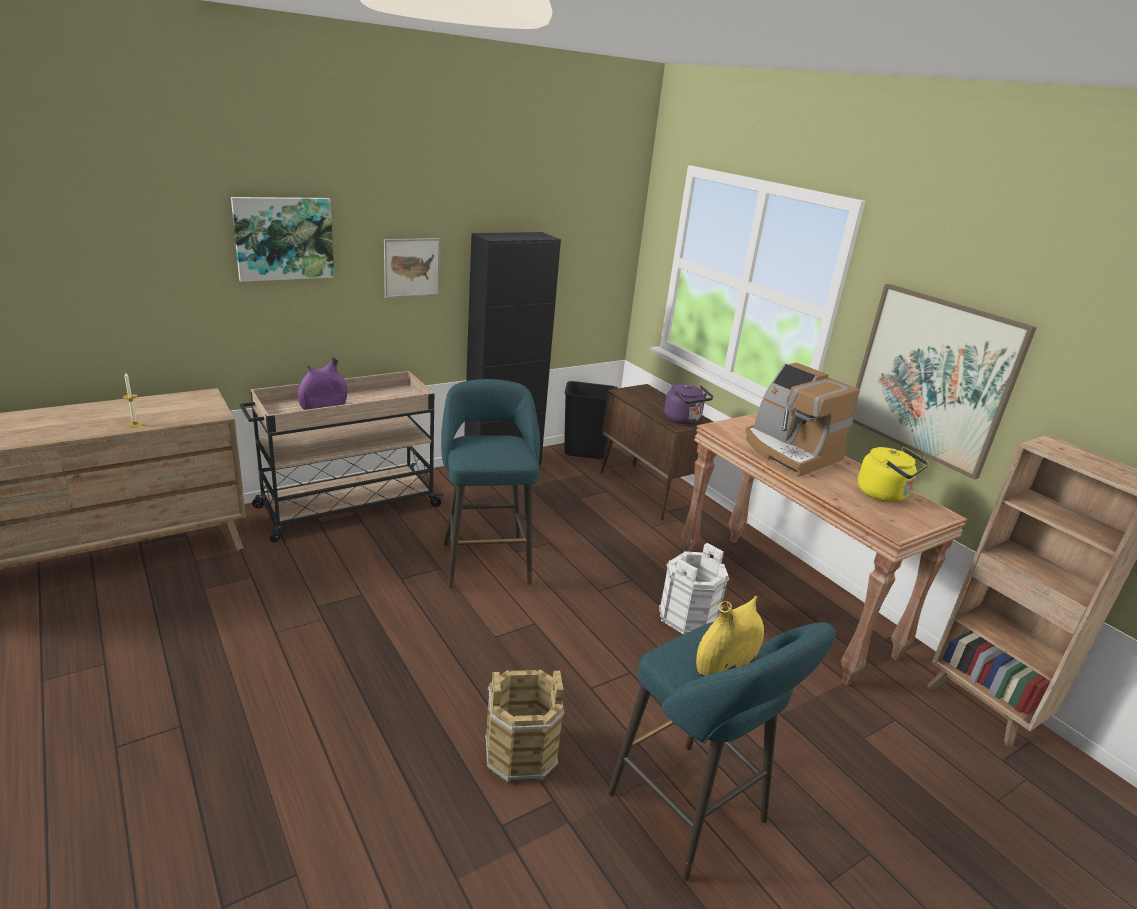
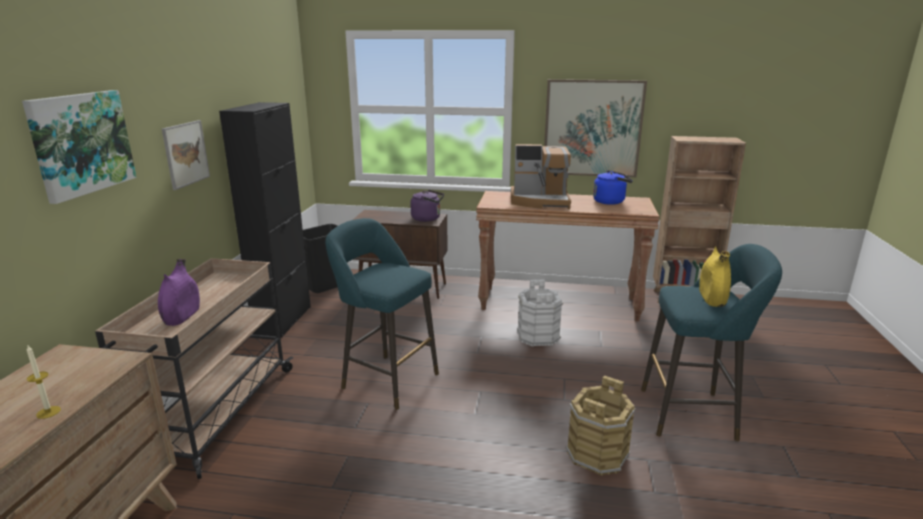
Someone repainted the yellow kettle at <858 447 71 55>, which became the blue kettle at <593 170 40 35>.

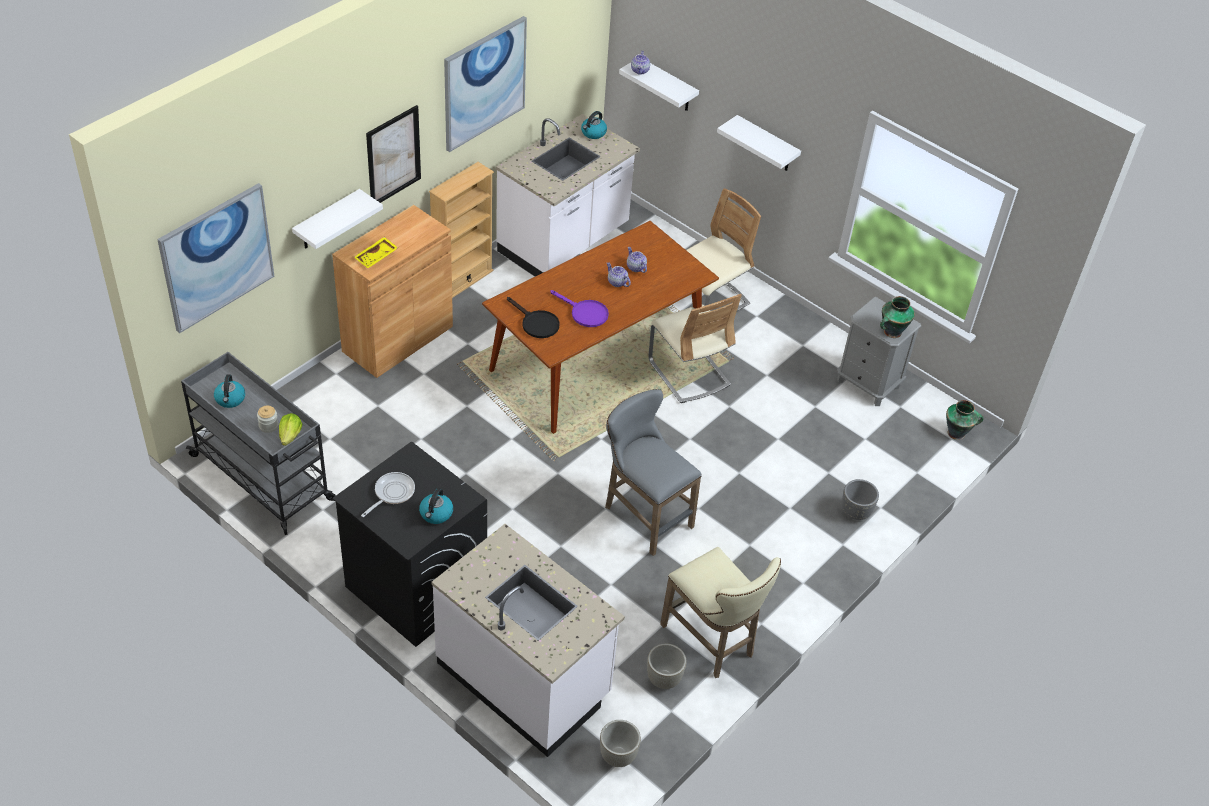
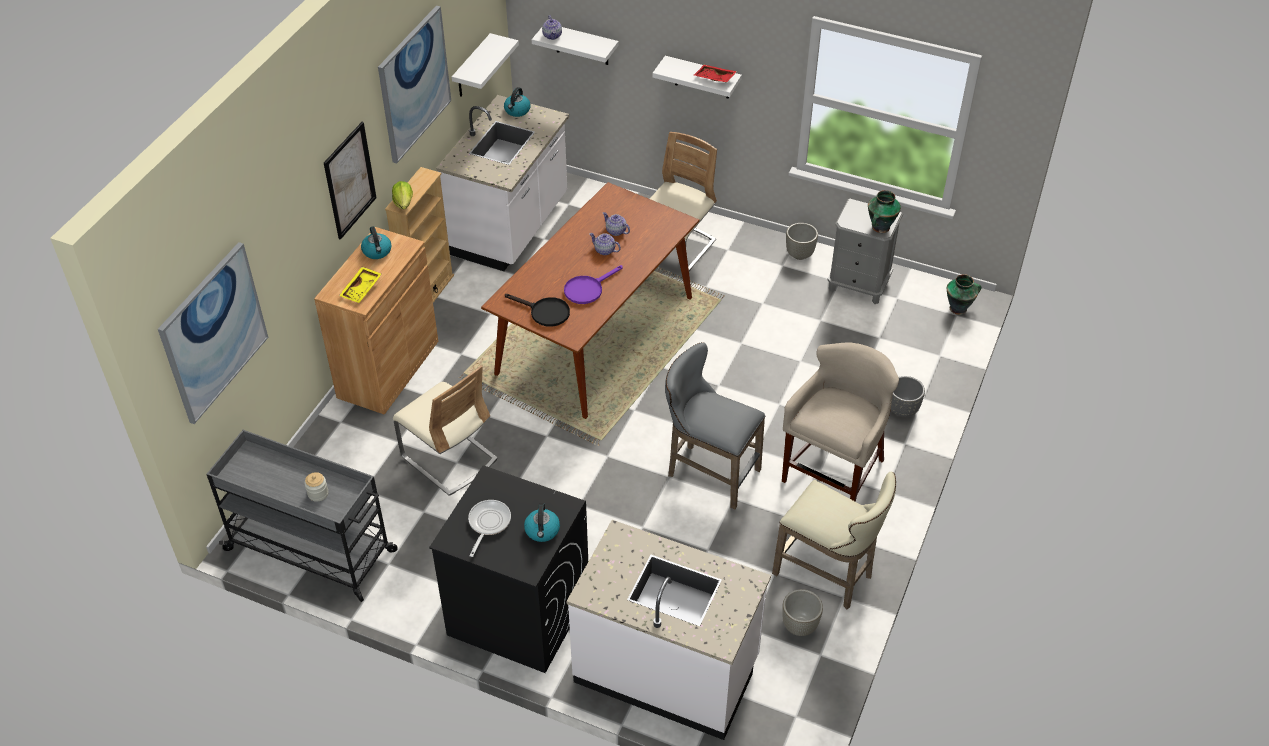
Someone carried the kettle from <214 374 31 34> to <361 226 31 33>.
Someone carried the lettuce from <279 413 23 33> to <392 181 21 28>.
Someone carried the white shelf from <292 189 91 60> to <452 33 67 64>.
Someone rotated the purple frying pan at <551 290 58 37> by 120 degrees clockwise.
Someone carried the grey planter from <600 720 41 47> to <786 223 32 37>.
Someone carried the beige chair from <648 294 94 109> to <393 366 105 130>.
Someone put down the red tray at <694 65 43 17>.
Someone put down the beige stool at <782 343 117 159>.

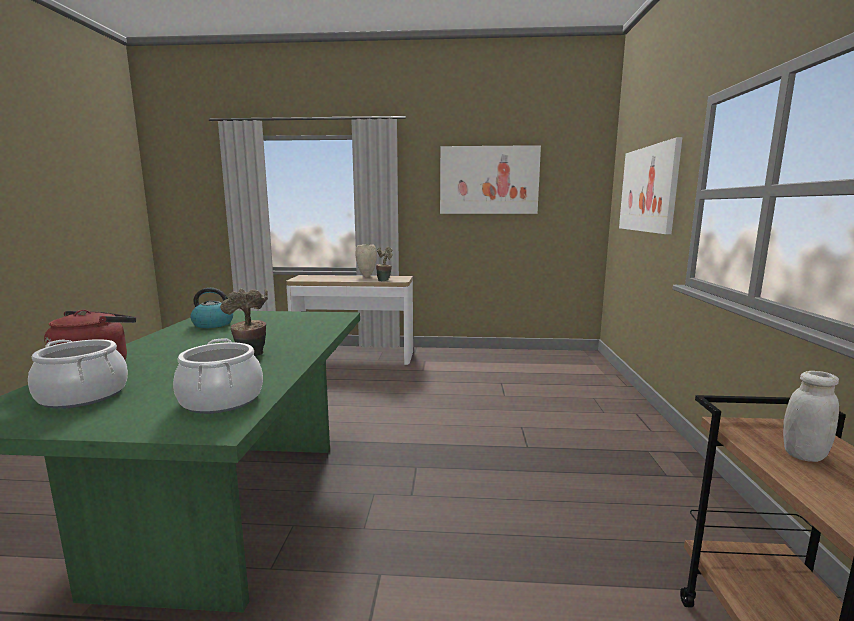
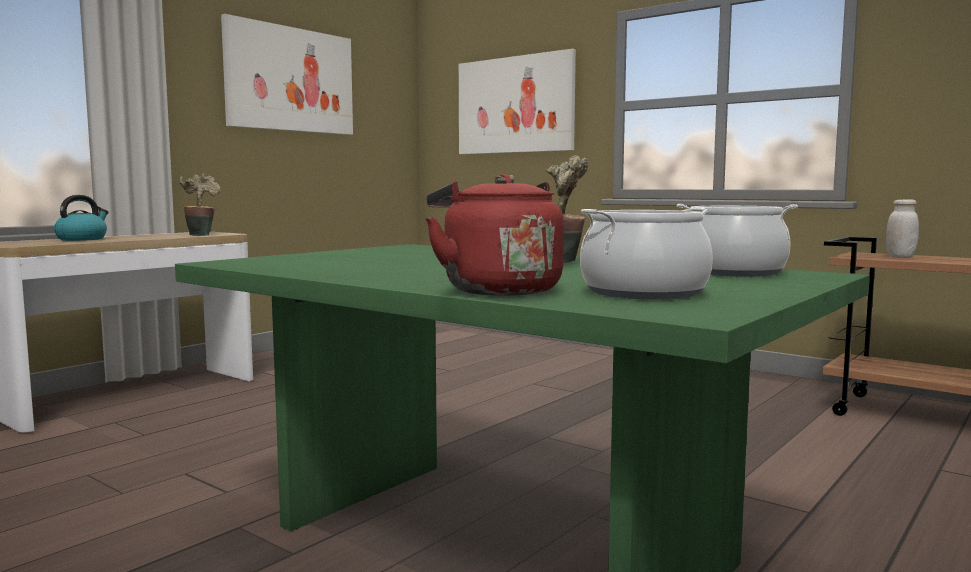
Someone carried the kettle from <190 288 43 40> to <54 195 54 46>.
Someone took away the beige vase at <355 244 22 33>.

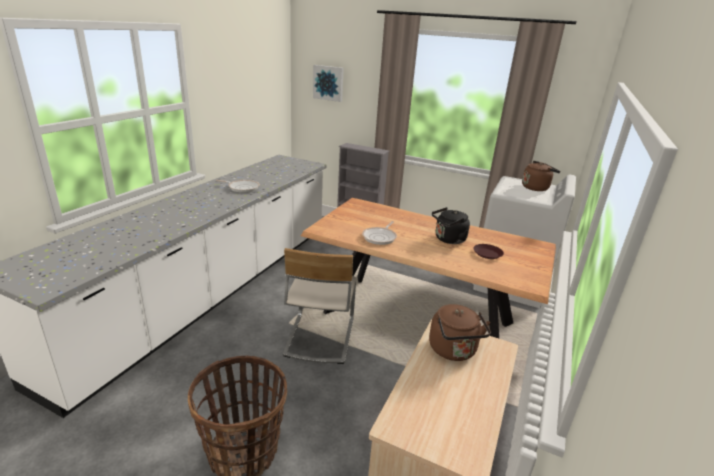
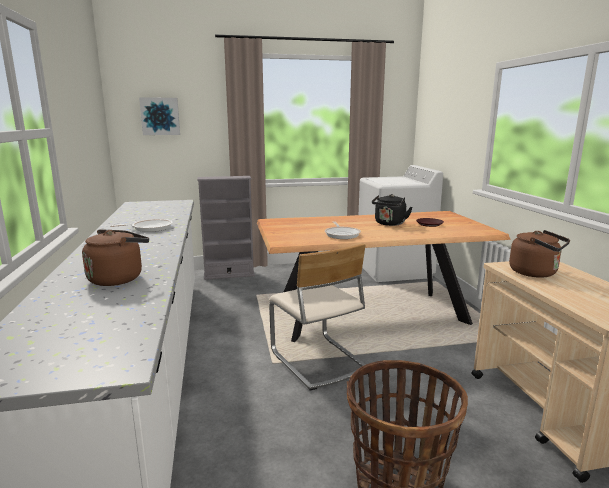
Someone carried the brown kettle from <522 161 39 30> to <82 230 67 56>.

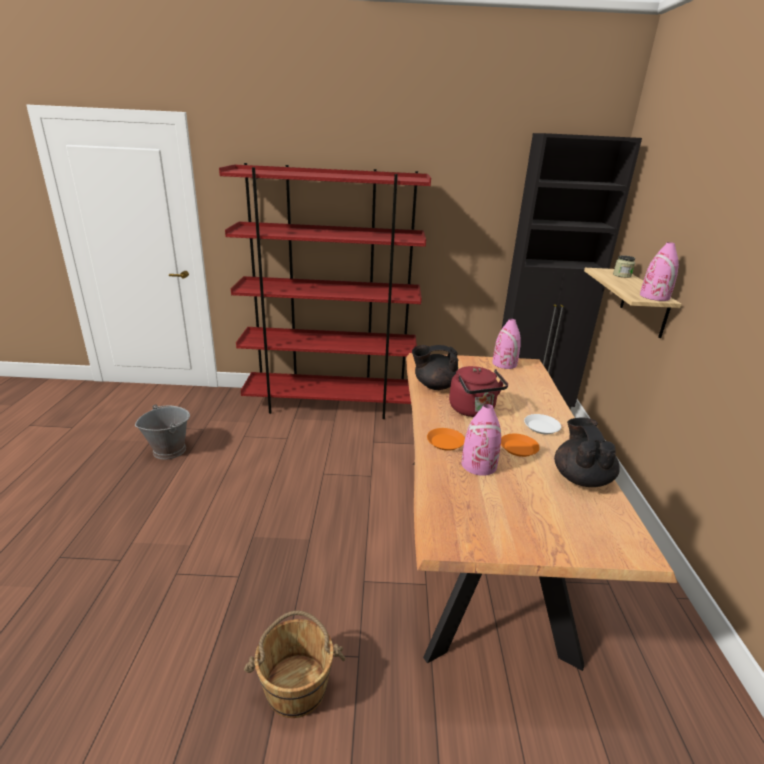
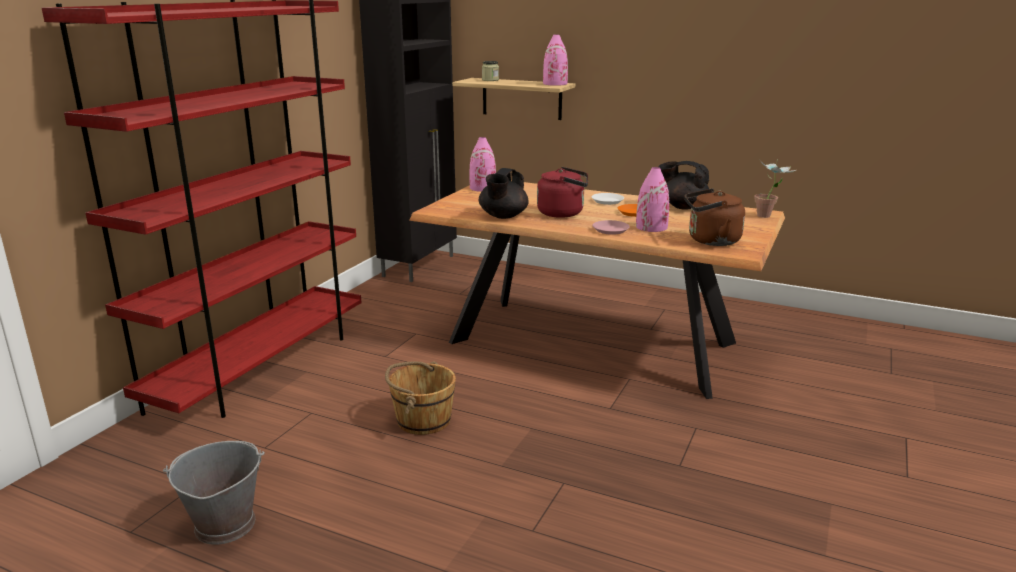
Someone carried the brown bucket from <244 611 102 107> to <385 361 71 74>.
Someone repainted the orange plate at <427 428 38 23>, which became the pink plate at <593 220 37 15>.
Someone put down the brown kettle at <684 188 61 58>.
Someone put down the potted plant at <754 159 42 59>.

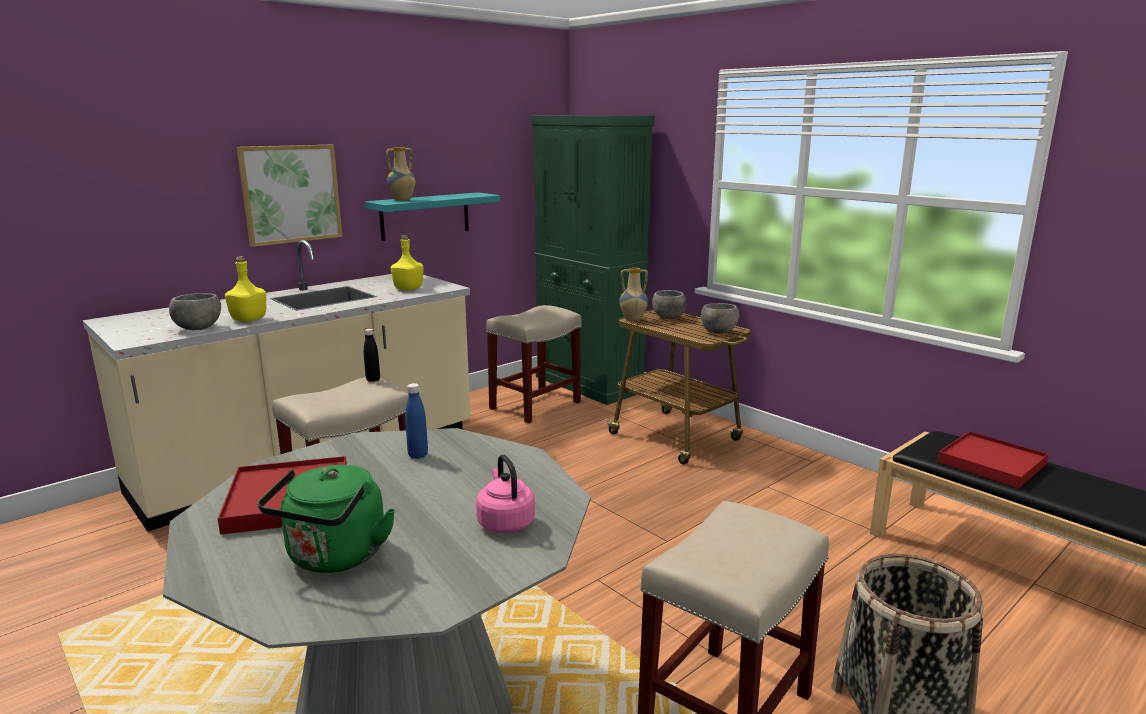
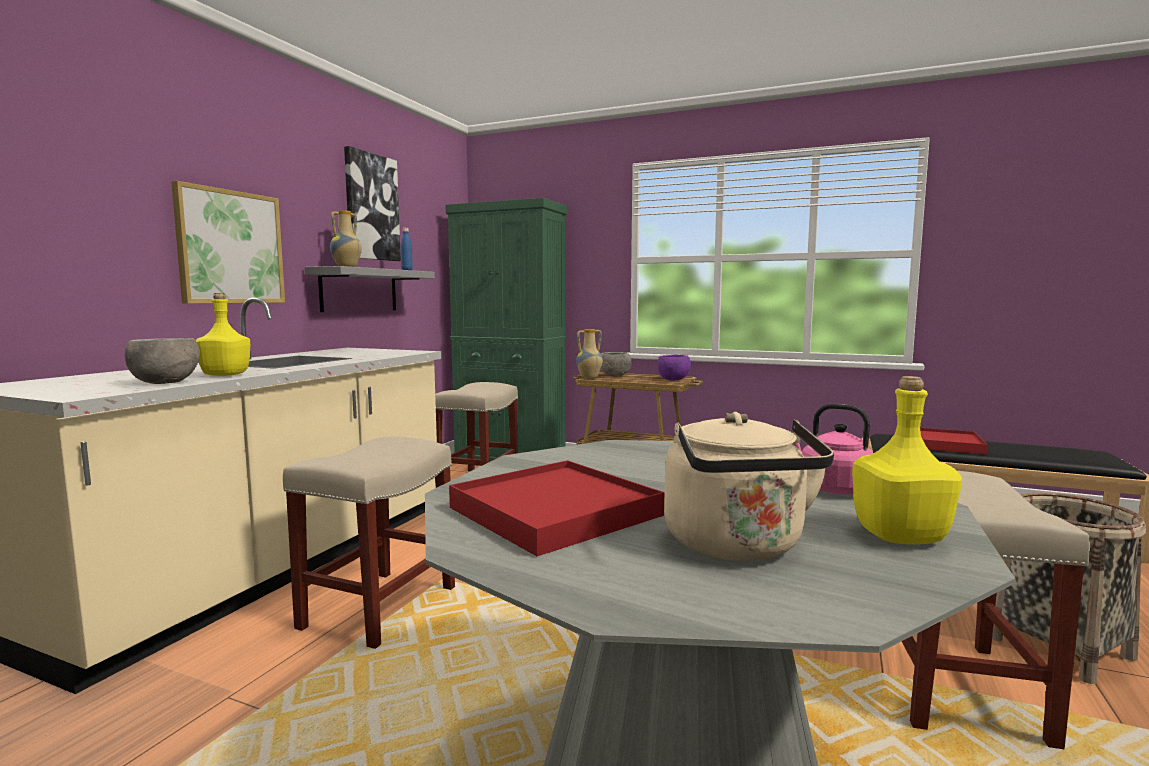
Someone repainted the green kettle at <258 465 137 108>, which became the beige kettle at <664 412 170 149>.
Someone took away the black bottle at <364 329 16 53>.
Someone repainted the turquoise shelf at <365 192 136 49>, which became the grey shelf at <305 266 130 46>.
Someone carried the yellow bottle from <391 235 32 55> to <852 376 110 169>.
Someone carried the blue bottle from <405 383 23 76> to <401 228 12 42>.
Someone repainted the grey bowl at <701 303 38 31>, which became the purple bowl at <657 355 34 25>.
Someone put up the picture at <344 146 57 115>.

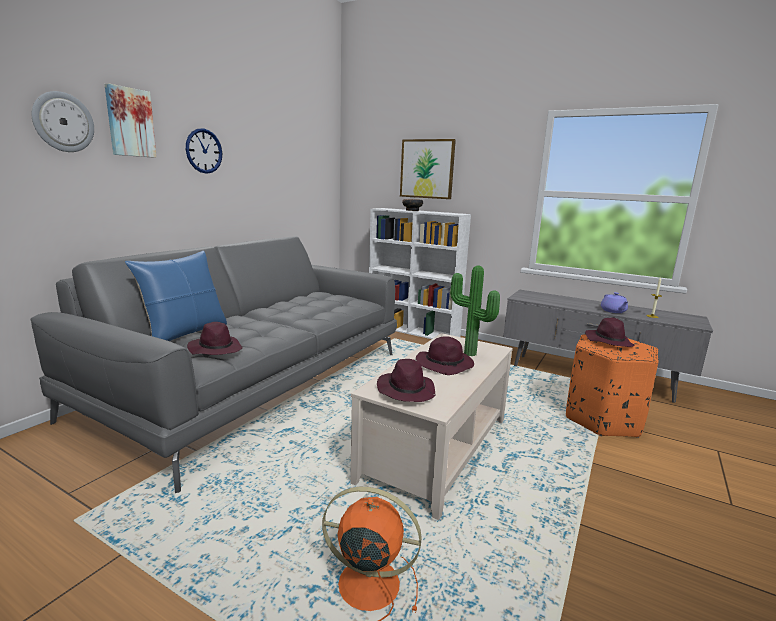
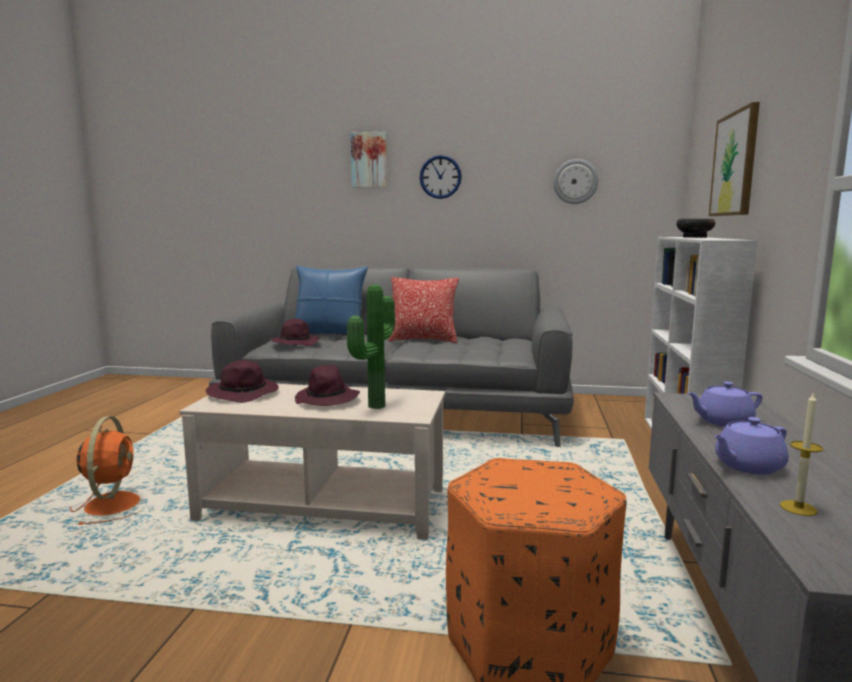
Someone carried the wall clock from <31 91 63 61> to <553 159 45 45>.
Someone took away the purple hat at <585 318 49 29>.
Someone put down the pillow at <388 277 71 66>.
Someone put down the purple teapot at <687 382 75 45>.

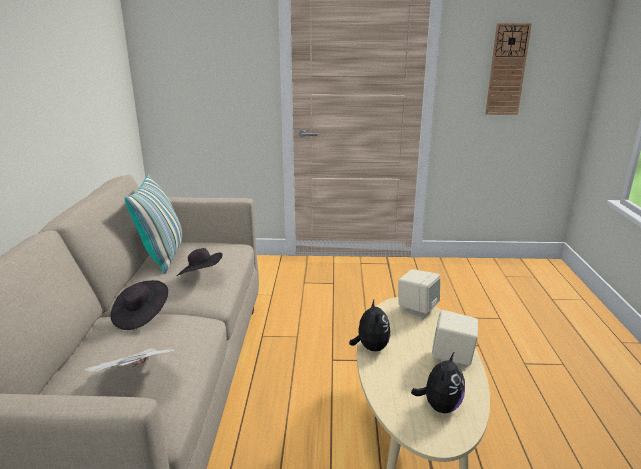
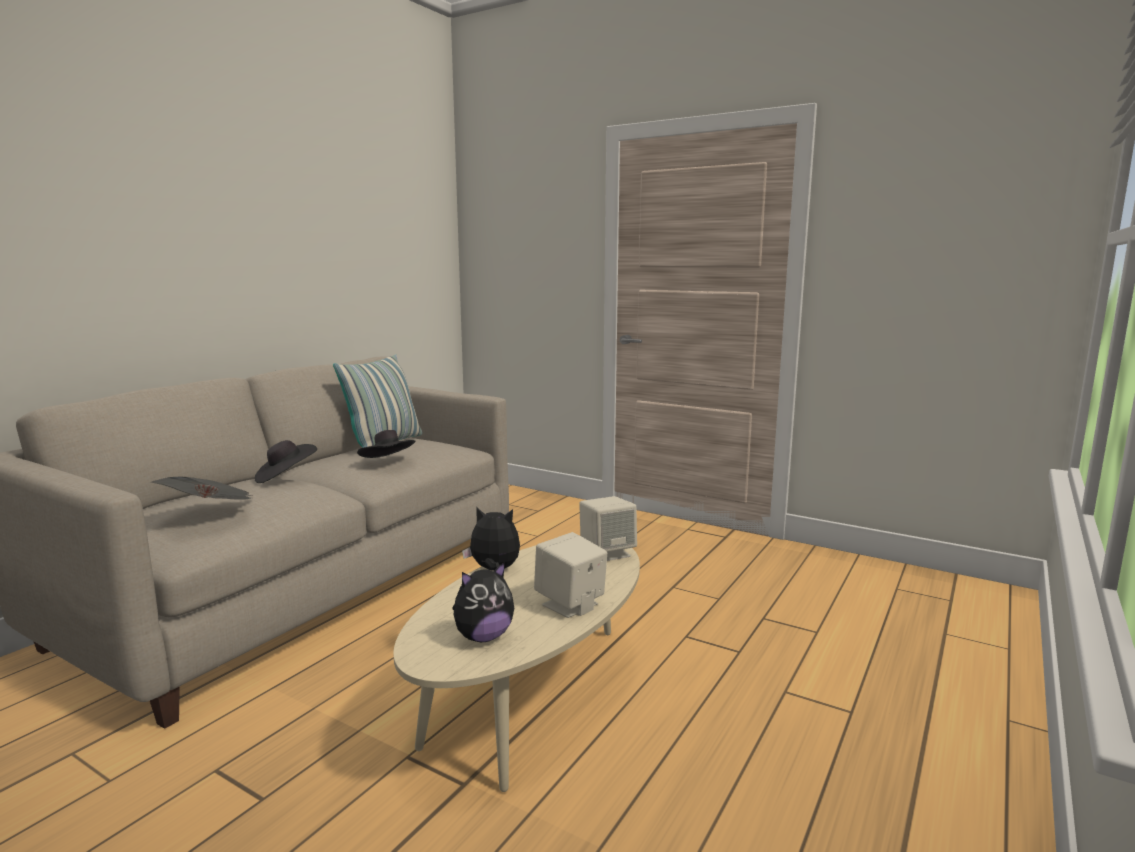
Someone rotated the plush toy at <349 300 41 51> by 105 degrees counterclockwise.
Someone took away the wall clock at <486 23 46 92>.

